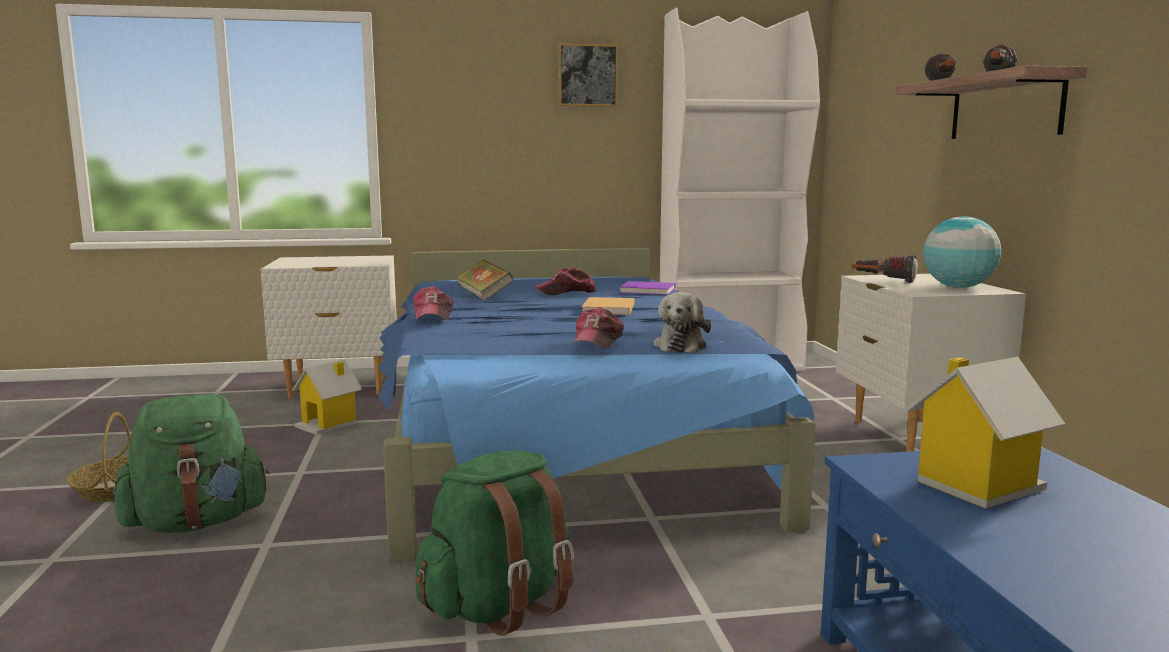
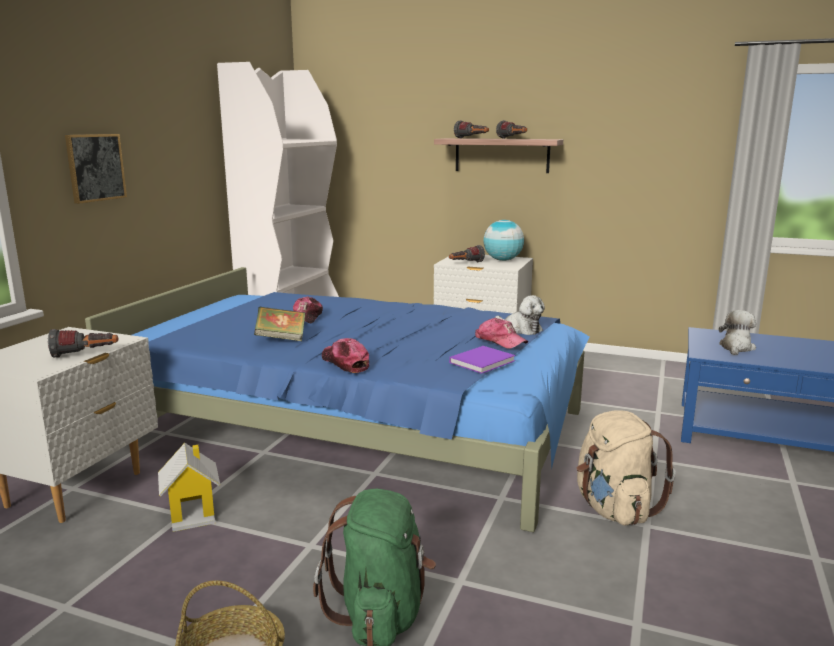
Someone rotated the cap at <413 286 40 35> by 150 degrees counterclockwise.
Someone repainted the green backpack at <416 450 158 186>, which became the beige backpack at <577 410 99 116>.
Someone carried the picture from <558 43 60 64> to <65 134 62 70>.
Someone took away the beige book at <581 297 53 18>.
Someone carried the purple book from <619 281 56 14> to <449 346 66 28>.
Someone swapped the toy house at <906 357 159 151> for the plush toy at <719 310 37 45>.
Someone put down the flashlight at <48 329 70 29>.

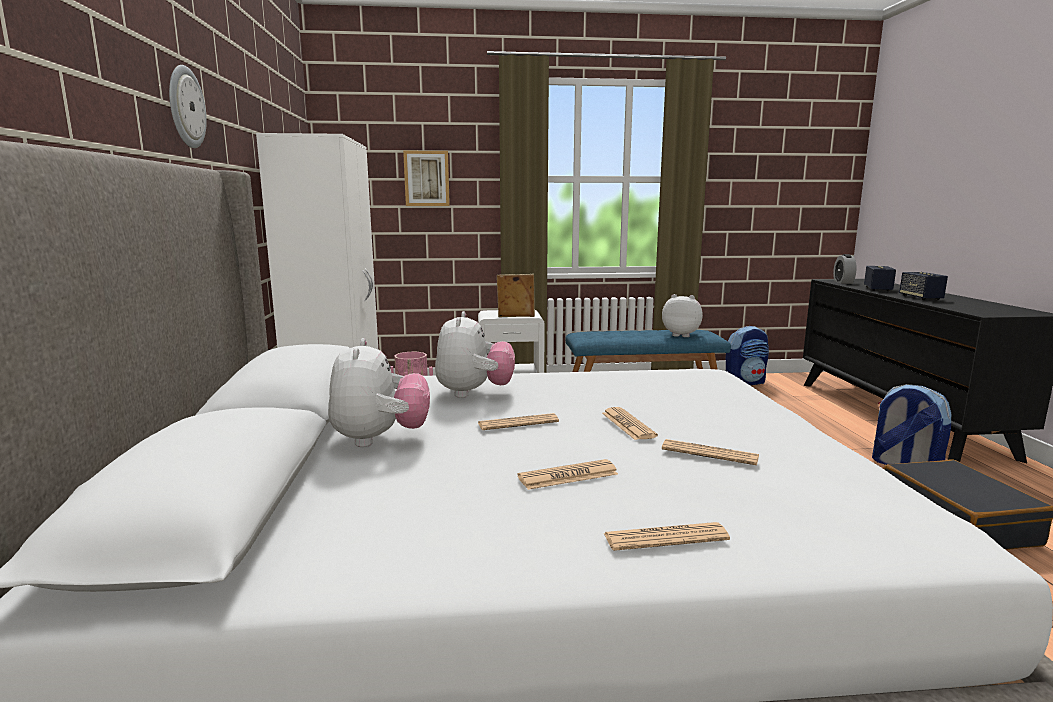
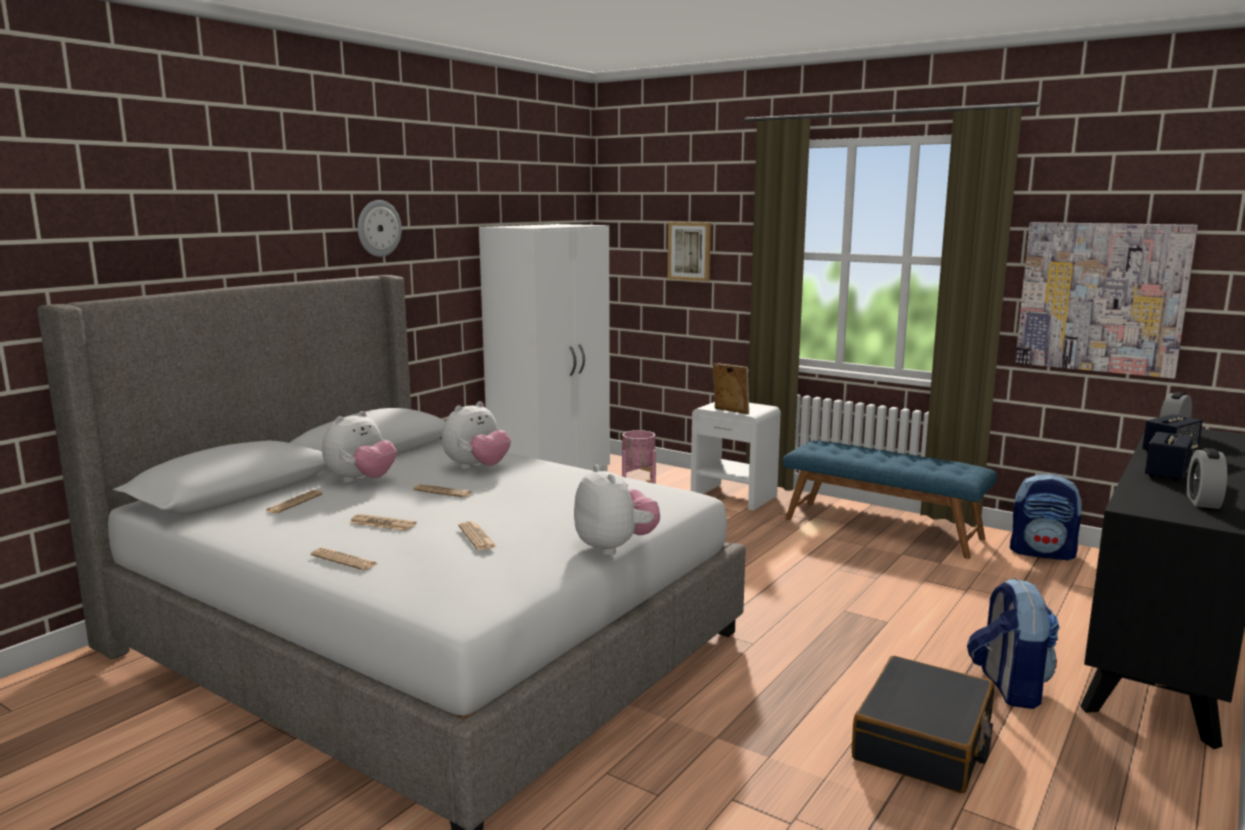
Someone carried the newspaper from <602 407 56 33> to <266 490 57 23>.
Someone carried the plush toy from <662 294 41 43> to <574 465 86 91>.
Someone put up the picture at <1015 222 183 157>.
Someone put down the alarm clock at <1187 448 40 61>.

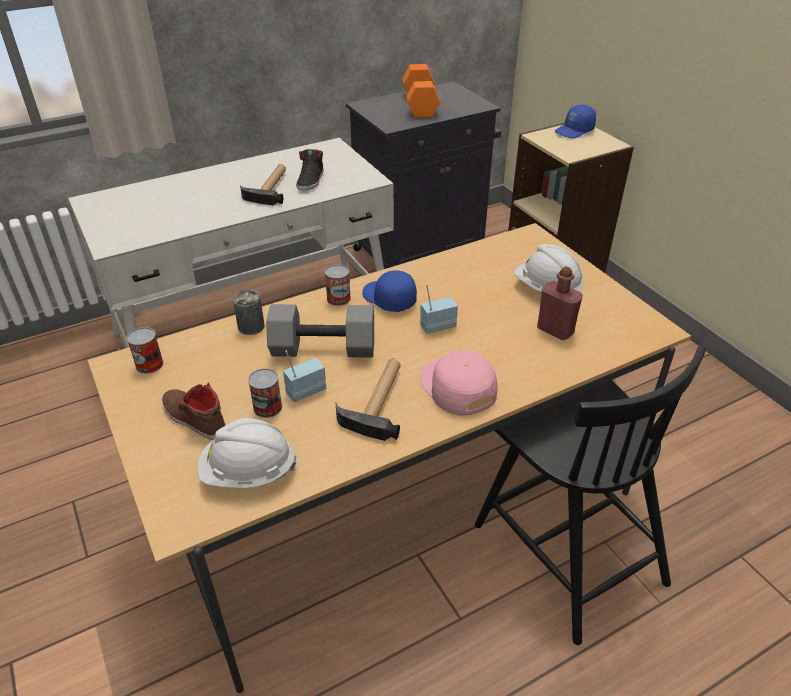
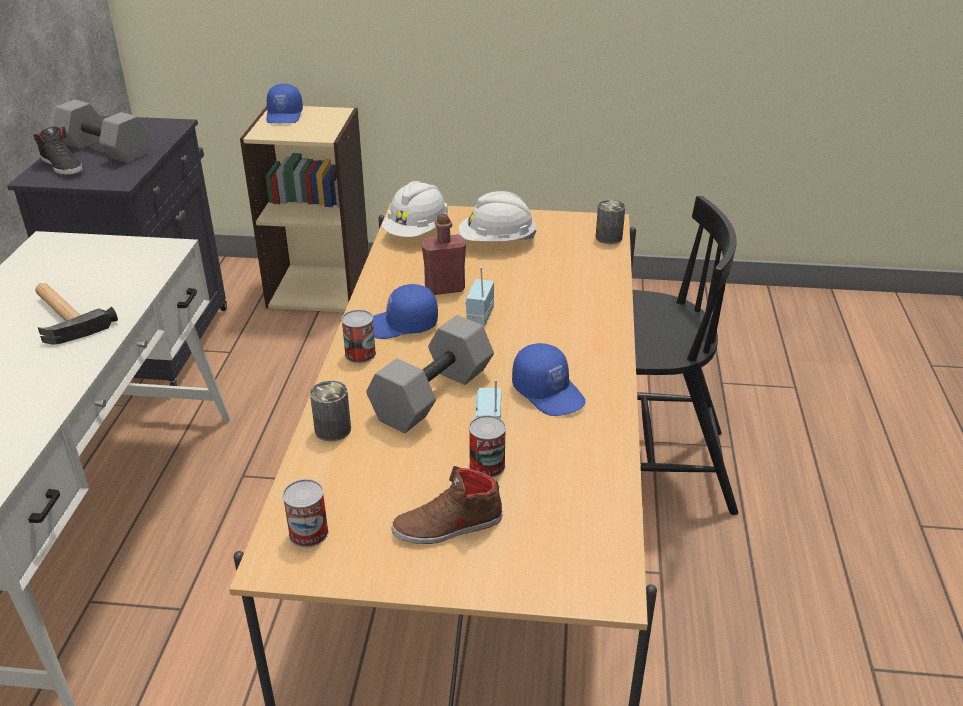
Someone carried the white hard hat from <197 418 100 70> to <382 181 67 56>.
Someone carried the black shoe from <296 149 27 41> to <34 127 49 48>.
Someone swapped the hammer at <336 359 65 82> for the blue cap at <512 343 74 73>.
Someone repainted the orange dumbbell at <402 64 38 54>, which became the grey dumbbell at <53 100 96 63>.
Someone took away the pink cap at <420 350 77 66>.
Someone carried the red bottle from <537 266 46 74> to <421 214 45 81>.
Someone put down the can at <596 200 29 44>.

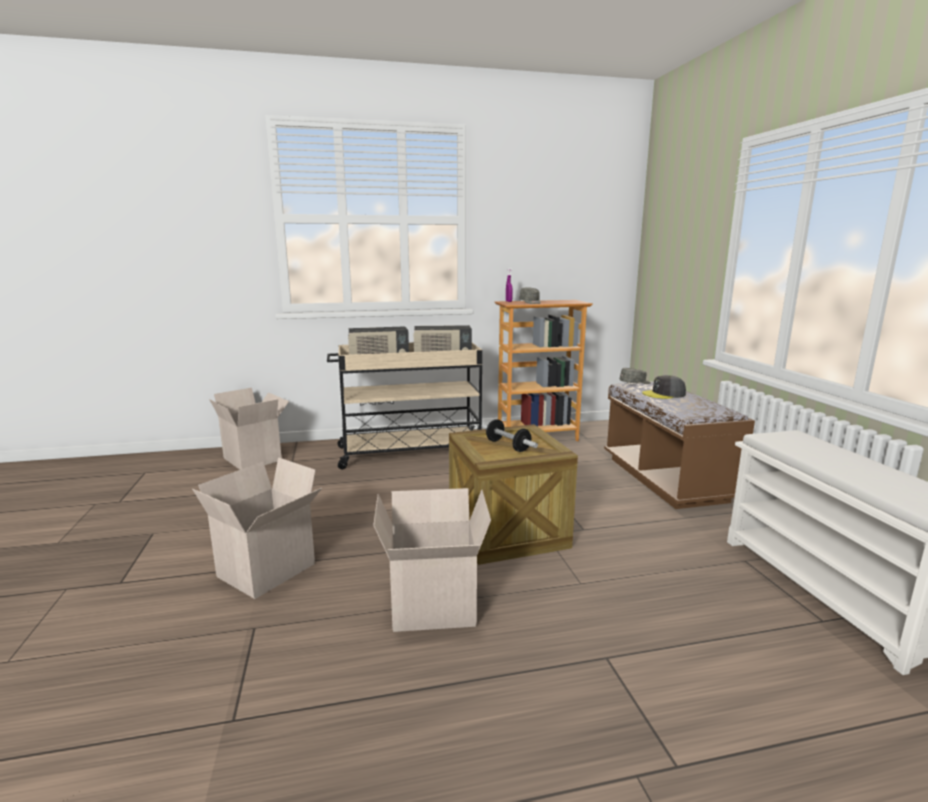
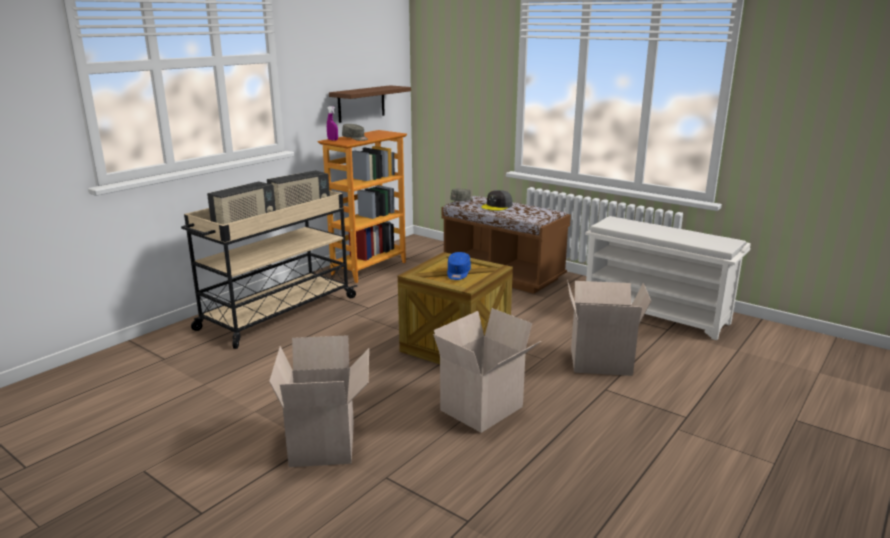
Someone carried the cardboard box from <209 388 80 82> to <567 280 84 96>.
Someone swapped the dumbbell at <481 419 57 33> for the blue cap at <447 252 24 28>.
Someone put up the brown shelf at <329 85 82 38>.

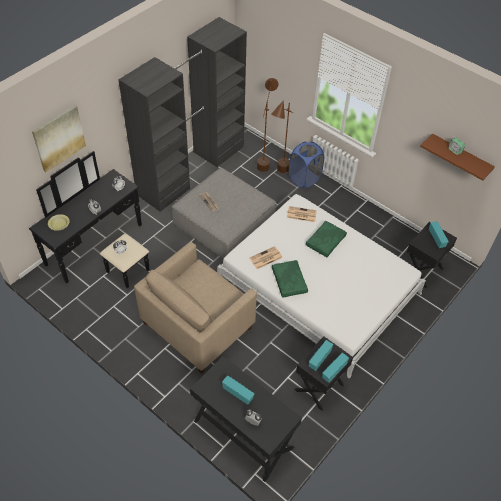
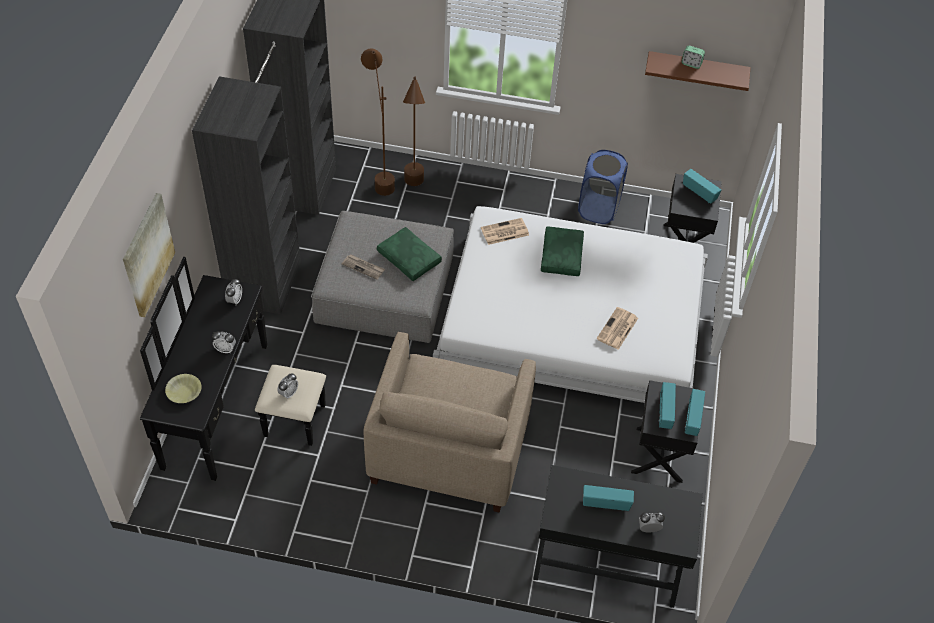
Someone carried the newspaper from <249 246 34 23> to <597 307 41 43>.
Someone carried the green pillow from <272 260 36 38> to <377 227 65 54>.
Someone carried the blue laundry basket from <289 142 35 46> to <578 150 50 74>.

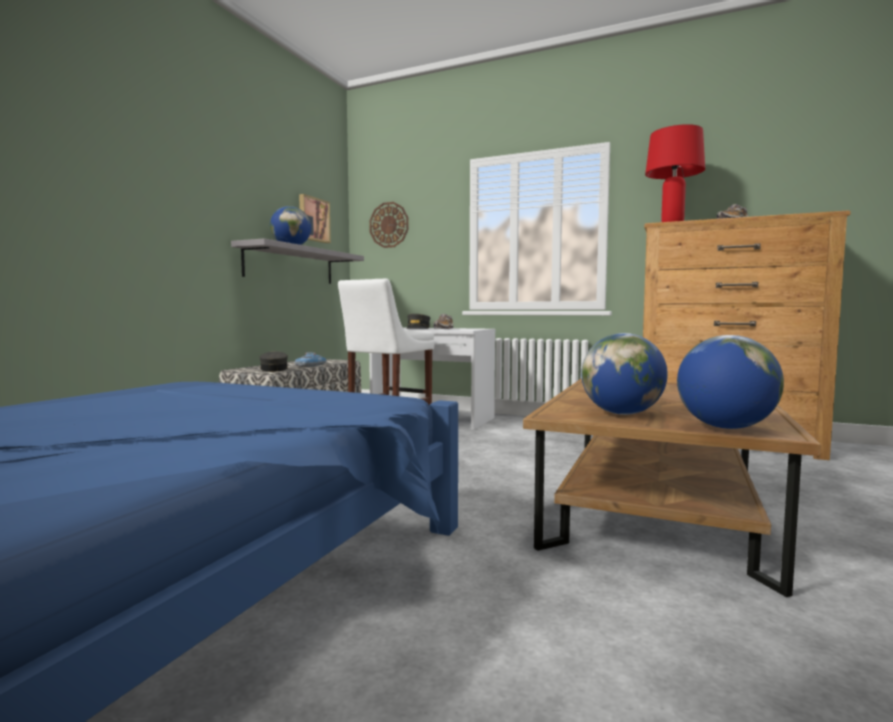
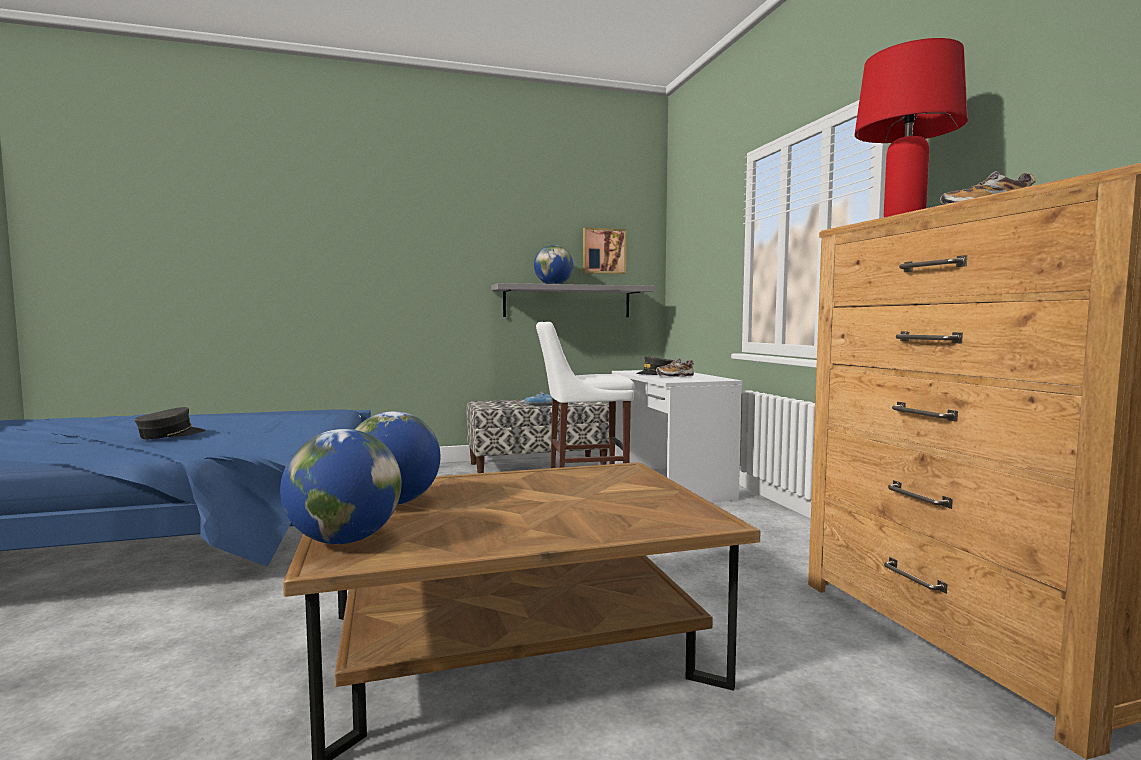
Someone carried the grey cap from <260 351 28 21> to <134 407 71 32>.
Someone took away the wall clock at <369 202 40 46>.

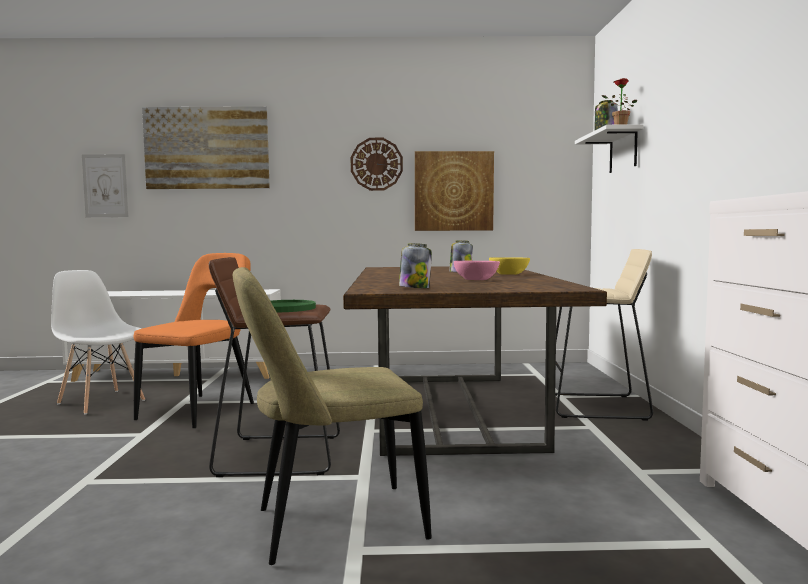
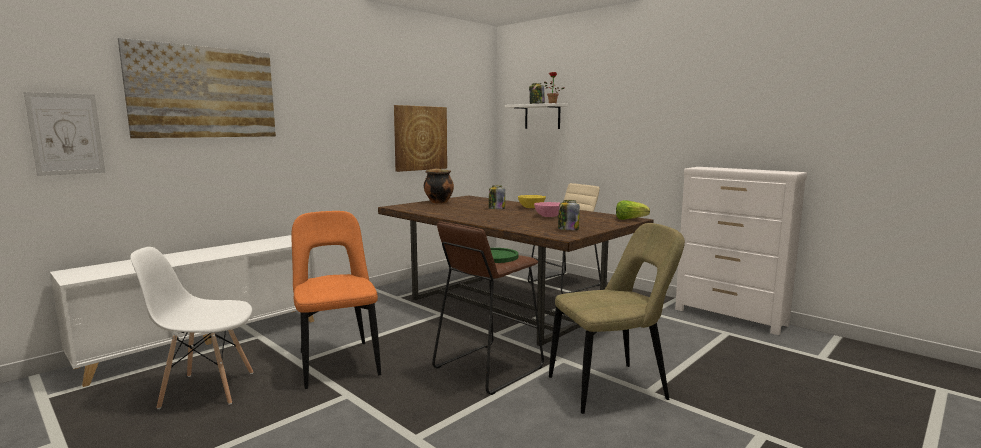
Someone rotated the beige chair at <233 267 199 298> by 135 degrees counterclockwise.
Someone took away the wall clock at <351 138 52 53>.
Someone put down the cooking pot at <424 168 30 36>.
Someone put down the lettuce at <616 200 34 20>.

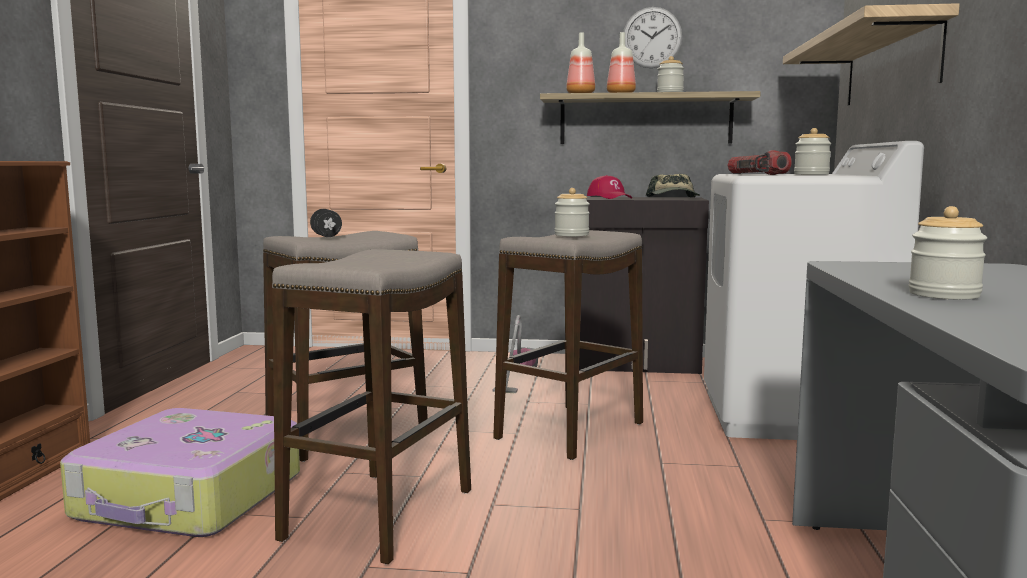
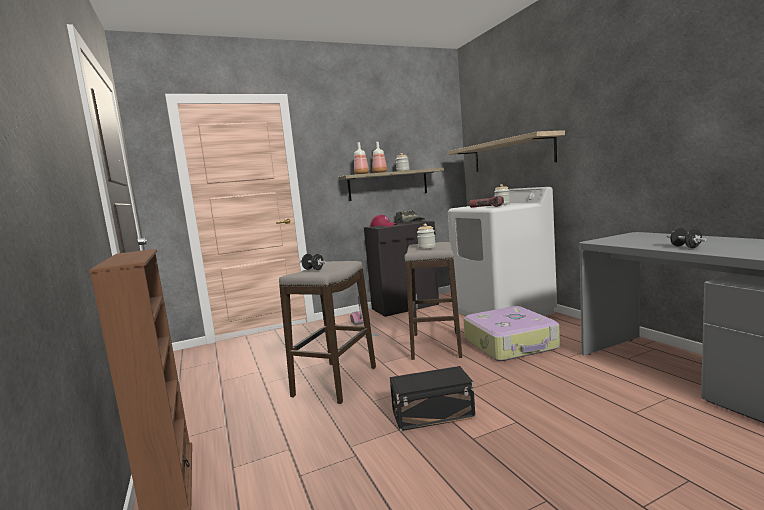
Someone carried the suitcase from <60 408 240 129> to <463 306 97 55>.
Someone swapped the stool at <272 249 199 315> for the black storage box at <390 366 86 65>.
Someone took away the wall clock at <623 7 59 61>.
Someone swapped the jar at <909 206 78 94> for the black dumbbell at <667 228 40 20>.

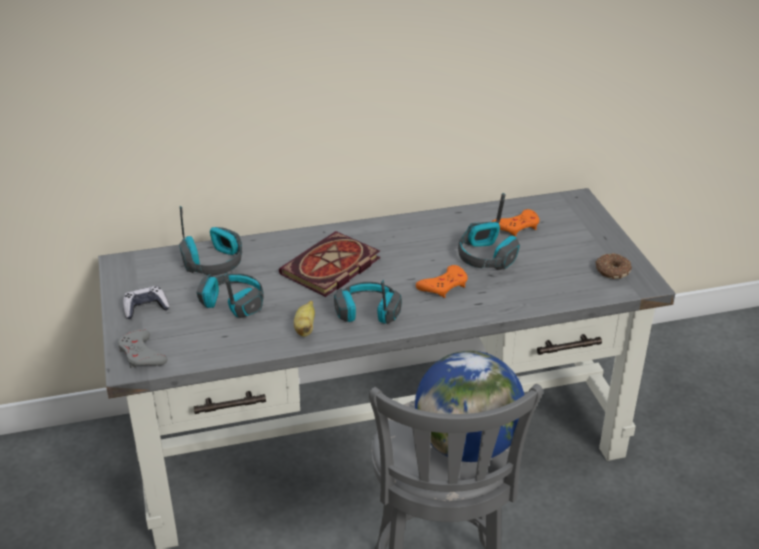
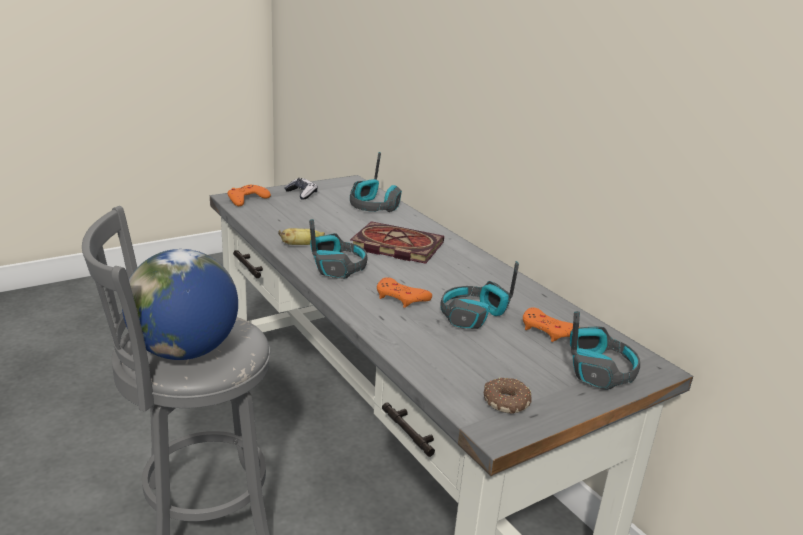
Someone repainted the grey game controller at <118 329 50 39>, which became the orange game controller at <227 185 44 21>.
Someone carried the headphones from <197 273 67 45> to <570 311 70 79>.

